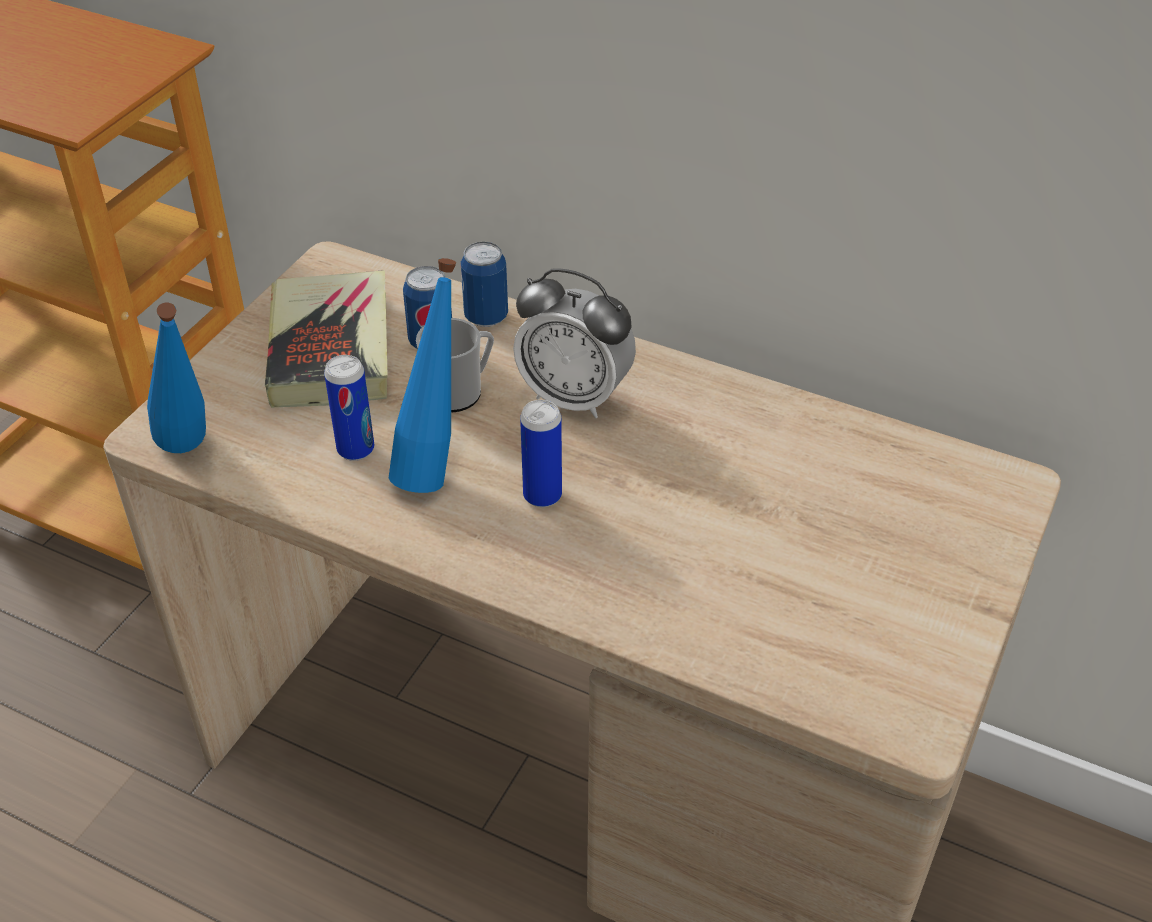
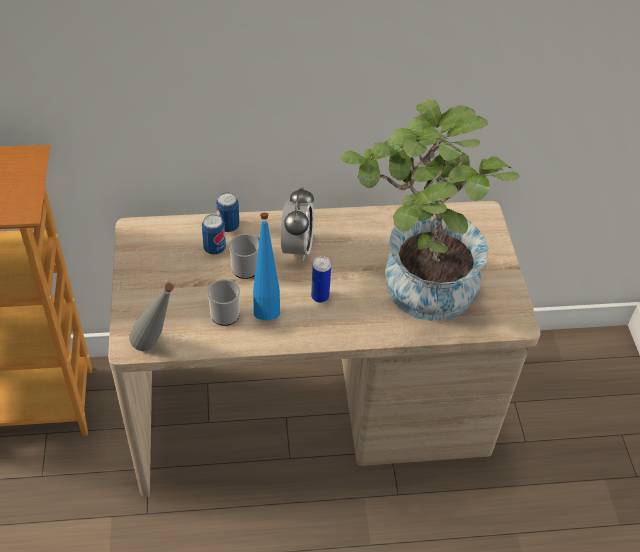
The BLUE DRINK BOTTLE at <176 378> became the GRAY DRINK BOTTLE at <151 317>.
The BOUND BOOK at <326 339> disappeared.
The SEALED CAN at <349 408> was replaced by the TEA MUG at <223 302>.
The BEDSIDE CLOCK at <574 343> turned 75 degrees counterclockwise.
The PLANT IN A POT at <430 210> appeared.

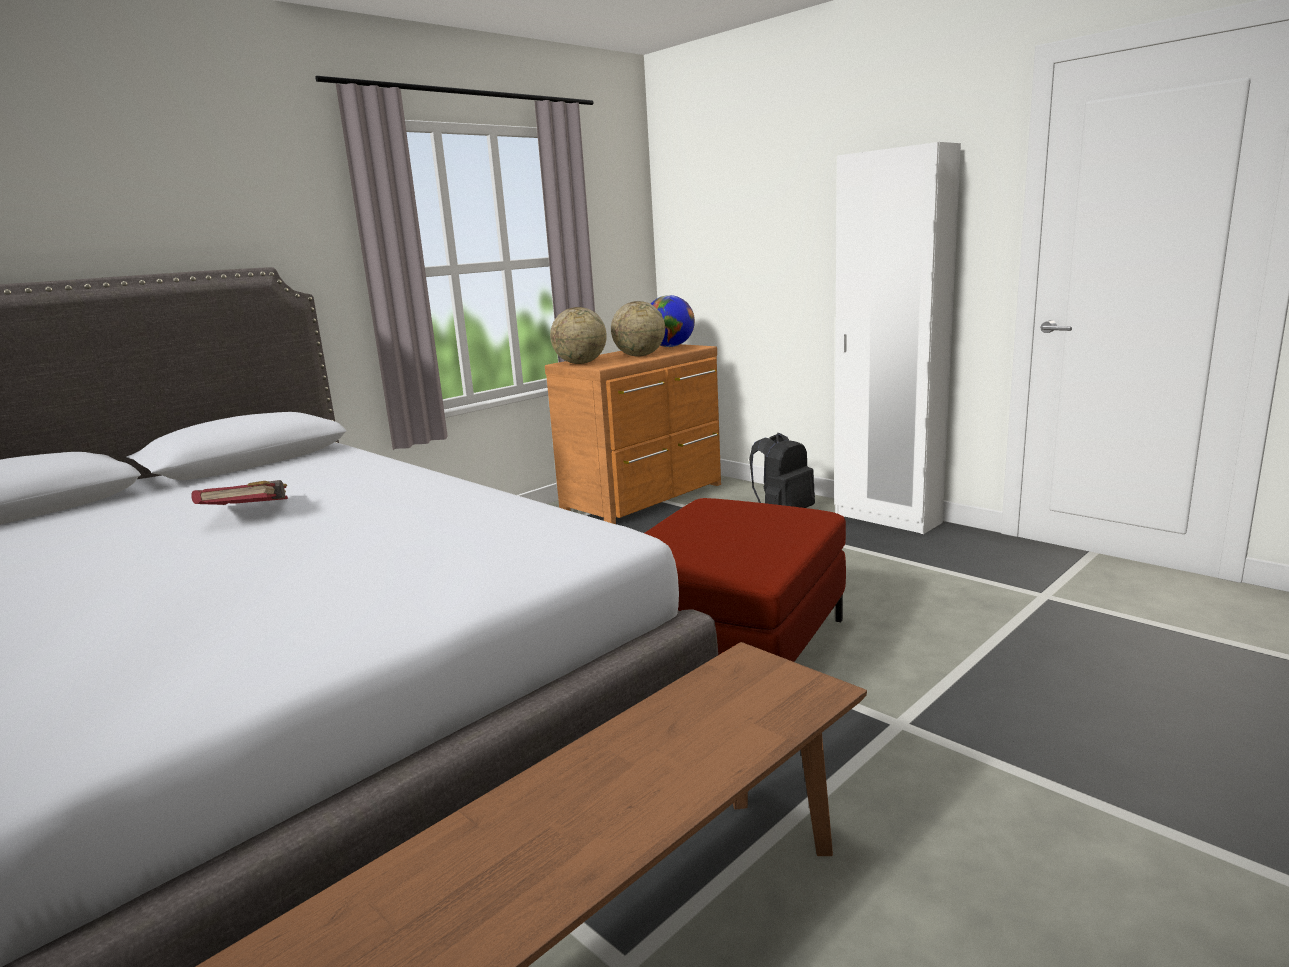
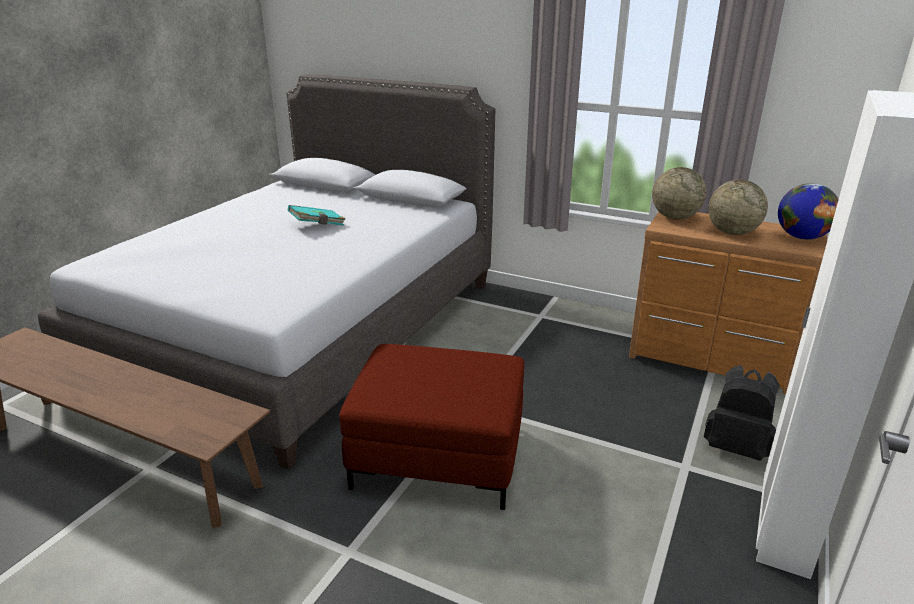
The RED-COLOURED BOUND BOOK at <239 492> became the TURQUOISE-COLOURED BOUND BOOK at <316 215>.

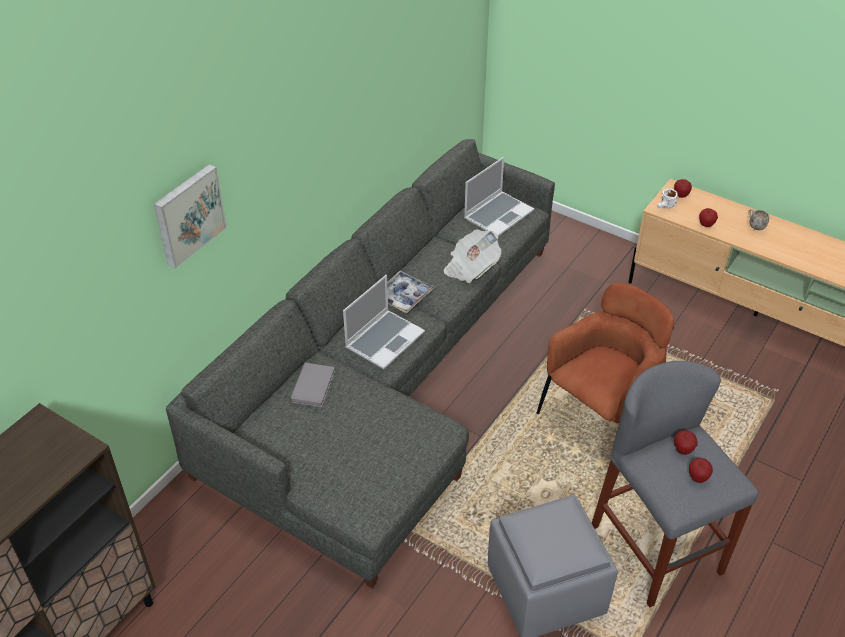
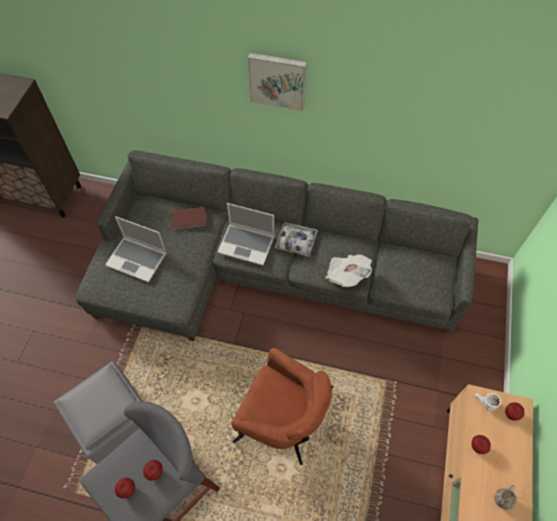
The WALL ART moved from <190 216> to <277 82>.
The GRAY BOUND BOOK at <312 385> became the BROWNISH BOUND BOOK at <189 219>.
The LAPTOP moved from <499 196> to <136 249>.

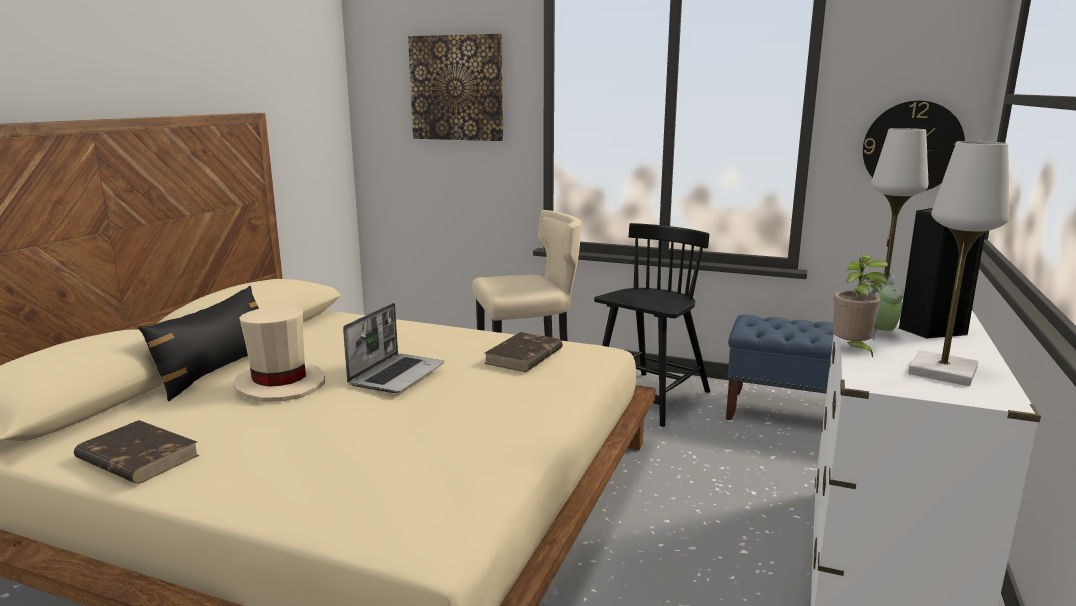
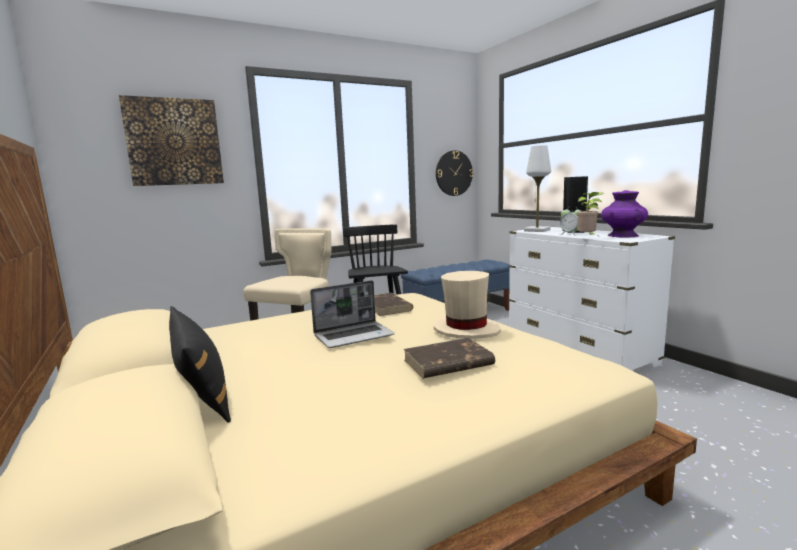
The BROWNISH BOUND BOOK moved from <137 452> to <449 358>.
The SAND-COLOURED WEARABLE HAT moved from <279 354> to <467 305>.
The LAPTOP at <394 348> turned 90 degrees clockwise.
The WHITE-COLOURED TABLE LAMP at <959 263> was replaced by the PURPLE VASE at <624 213>.

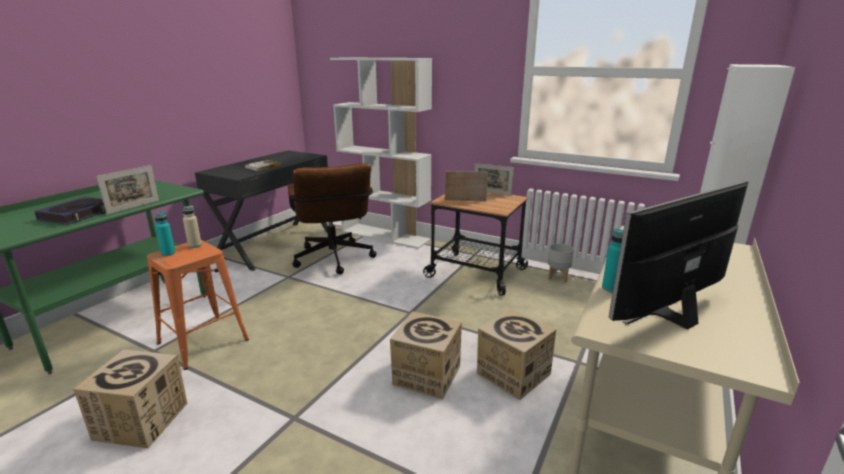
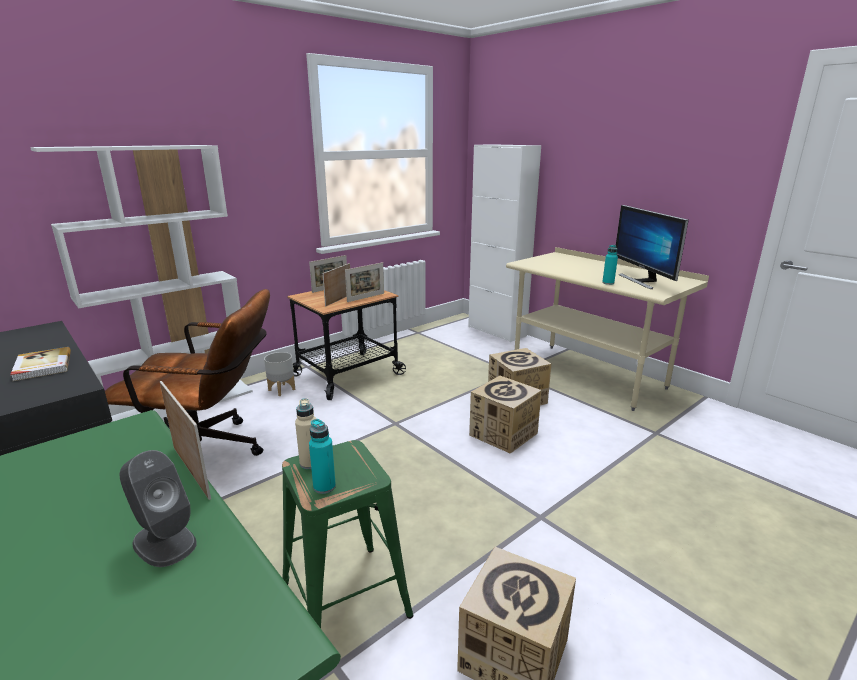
The BOUND BOOK at <70 211> was replaced by the GRAY LOUDSPEAKER at <158 508>.
The ORANGE-COLOURED STOOL at <198 305> became the GREEN-COLOURED STOOL at <347 534>.
The GRAY PLANT POT moved from <561 262> to <279 374>.
The PICTURE FRAME at <364 282> appeared.

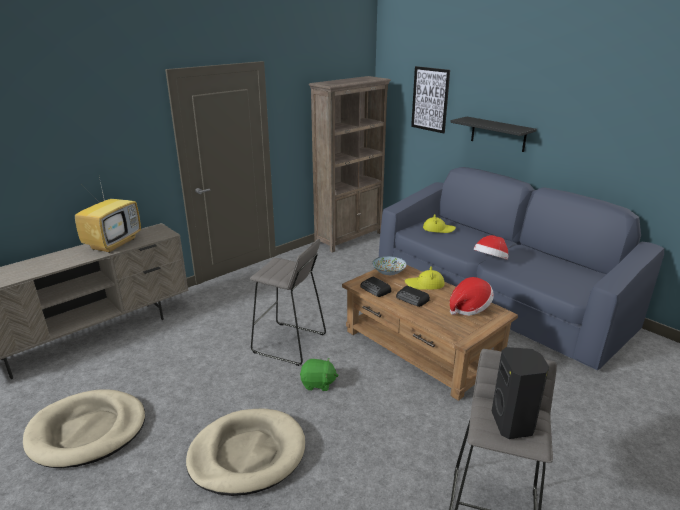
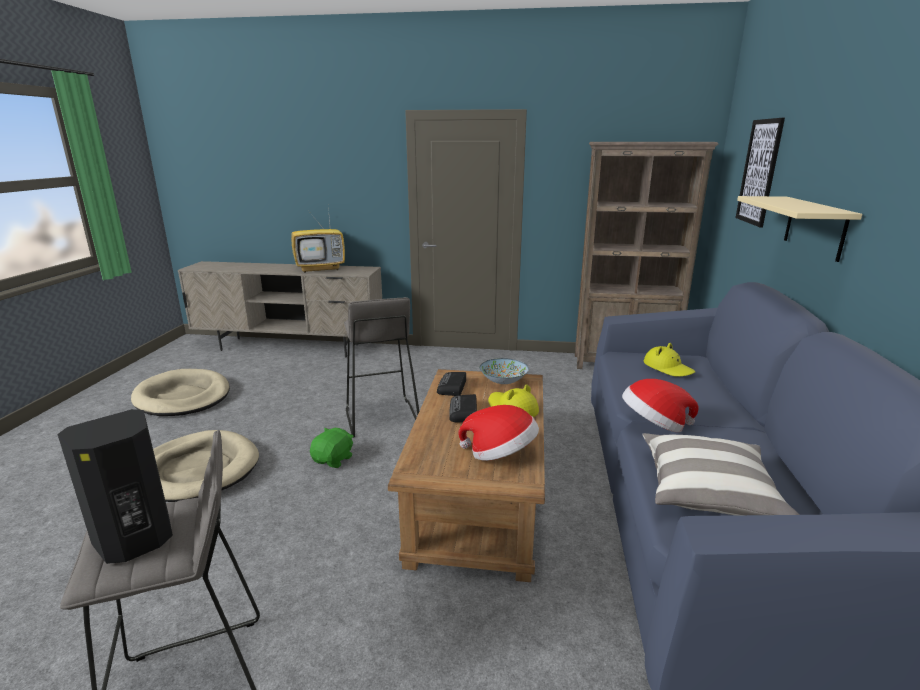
The GREEN-COLOURED CUDDLY TOY at <319 374> turned 120 degrees counterclockwise.
The BLACK-COLOURED WALL SHELF at <493 134> became the SAND-COLOURED WALL SHELF at <799 229>.
The THROW PILLOW at <721 474> appeared.

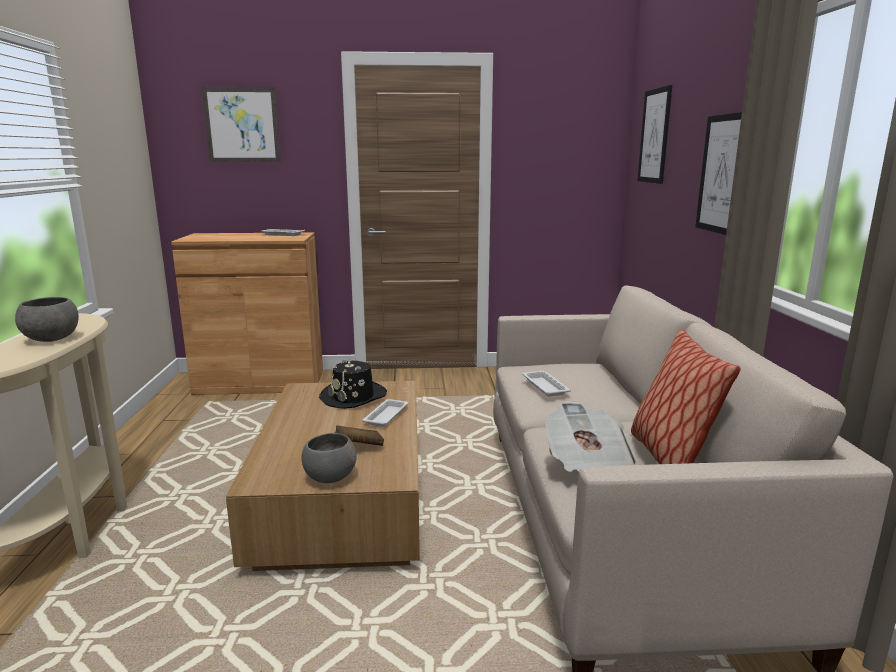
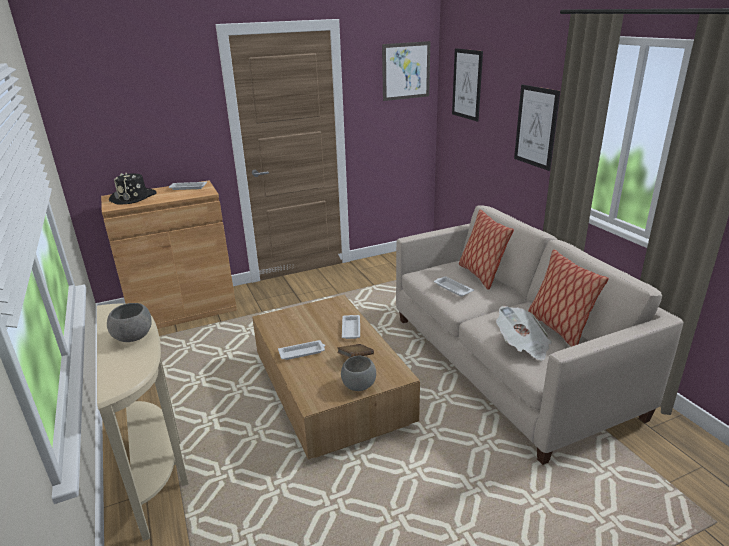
The WALL ART moved from <241 124> to <406 71>.
The BLACK-COLOURED WEARABLE HAT moved from <353 384> to <132 189>.
The WHITE-COLOURED TRAY at <301 350> appeared.
The THROW PILLOW at <486 249> appeared.

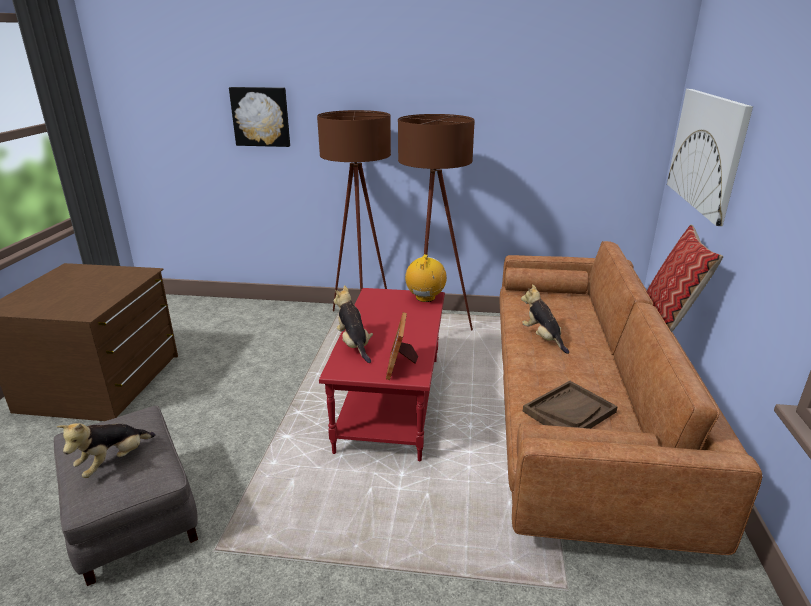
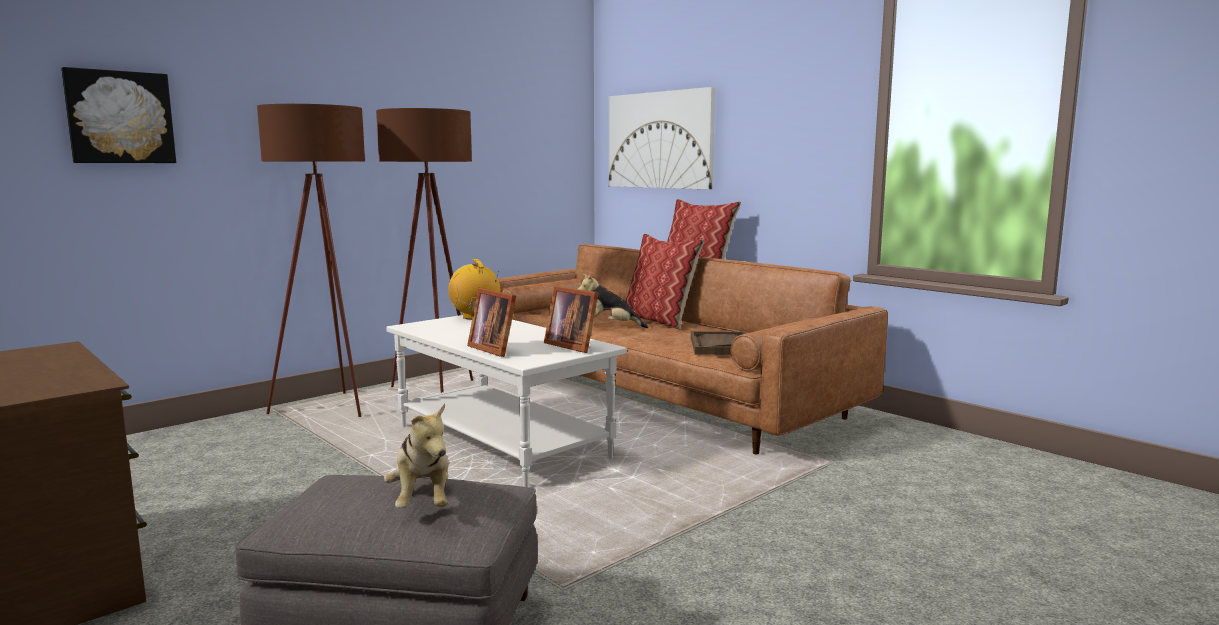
The RED-COLOURED LOUNGE TABLE at <382 374> became the WHITE-COLOURED LOUNGE TABLE at <506 401>.
The CUDDLY TOY at <353 324> was replaced by the PICTURE FRAME at <491 322>.
The THROW PILLOW at <664 281> appeared.

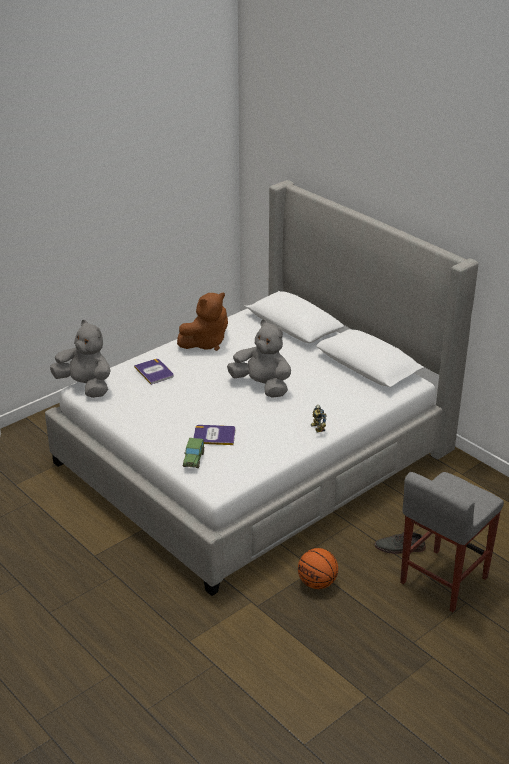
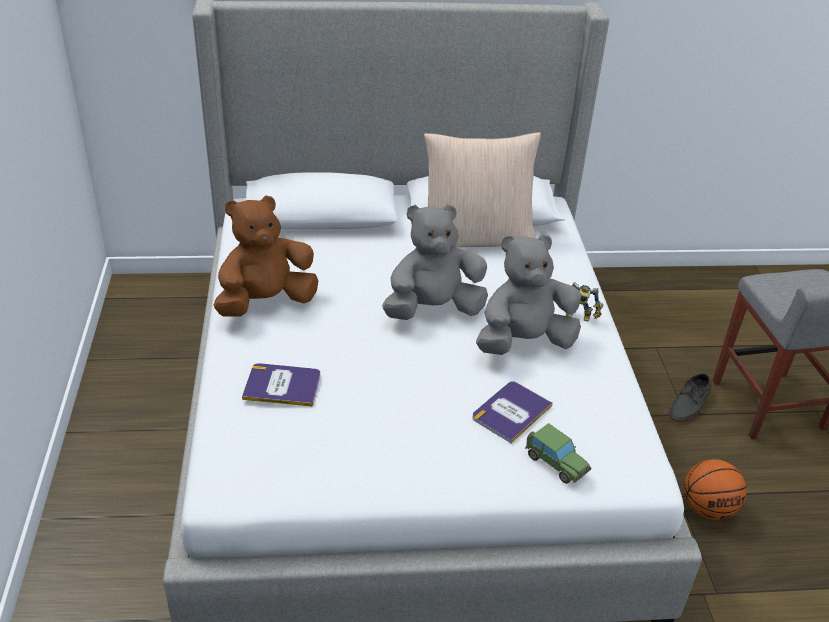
The GRAY CUDDLY TOY moved from <80 359> to <529 294>.
The BROWNISH CUDDLY TOY at <202 322> turned 120 degrees counterclockwise.
The SAND-COLOURED THROW PILLOW at <482 190> appeared.

